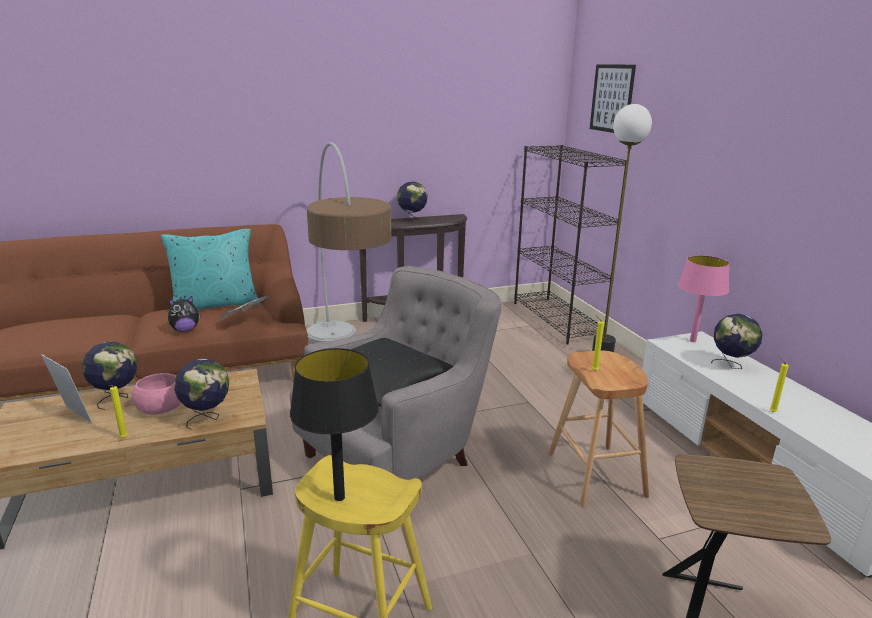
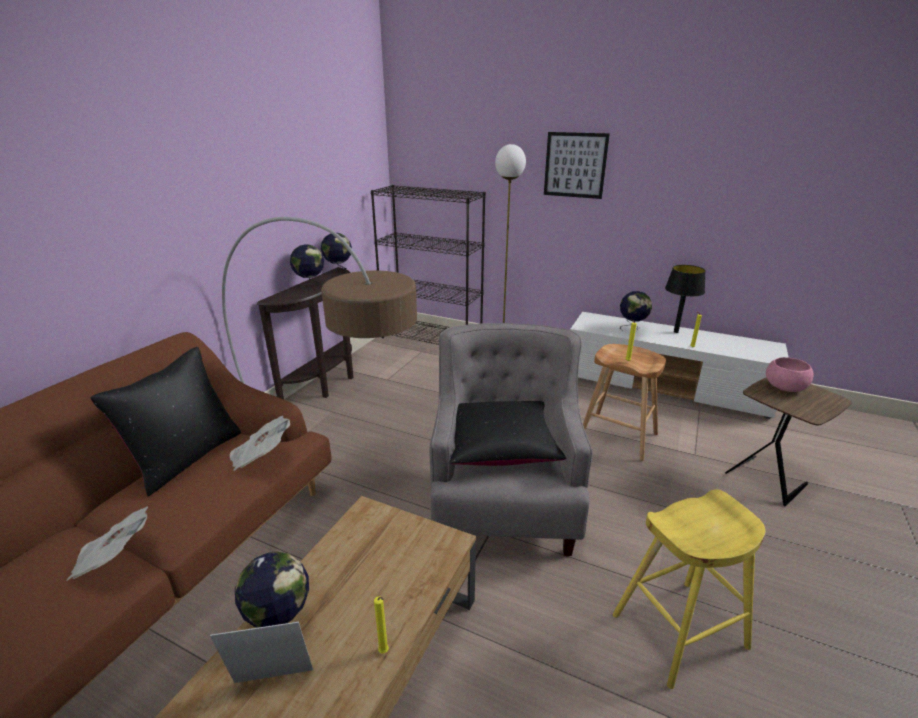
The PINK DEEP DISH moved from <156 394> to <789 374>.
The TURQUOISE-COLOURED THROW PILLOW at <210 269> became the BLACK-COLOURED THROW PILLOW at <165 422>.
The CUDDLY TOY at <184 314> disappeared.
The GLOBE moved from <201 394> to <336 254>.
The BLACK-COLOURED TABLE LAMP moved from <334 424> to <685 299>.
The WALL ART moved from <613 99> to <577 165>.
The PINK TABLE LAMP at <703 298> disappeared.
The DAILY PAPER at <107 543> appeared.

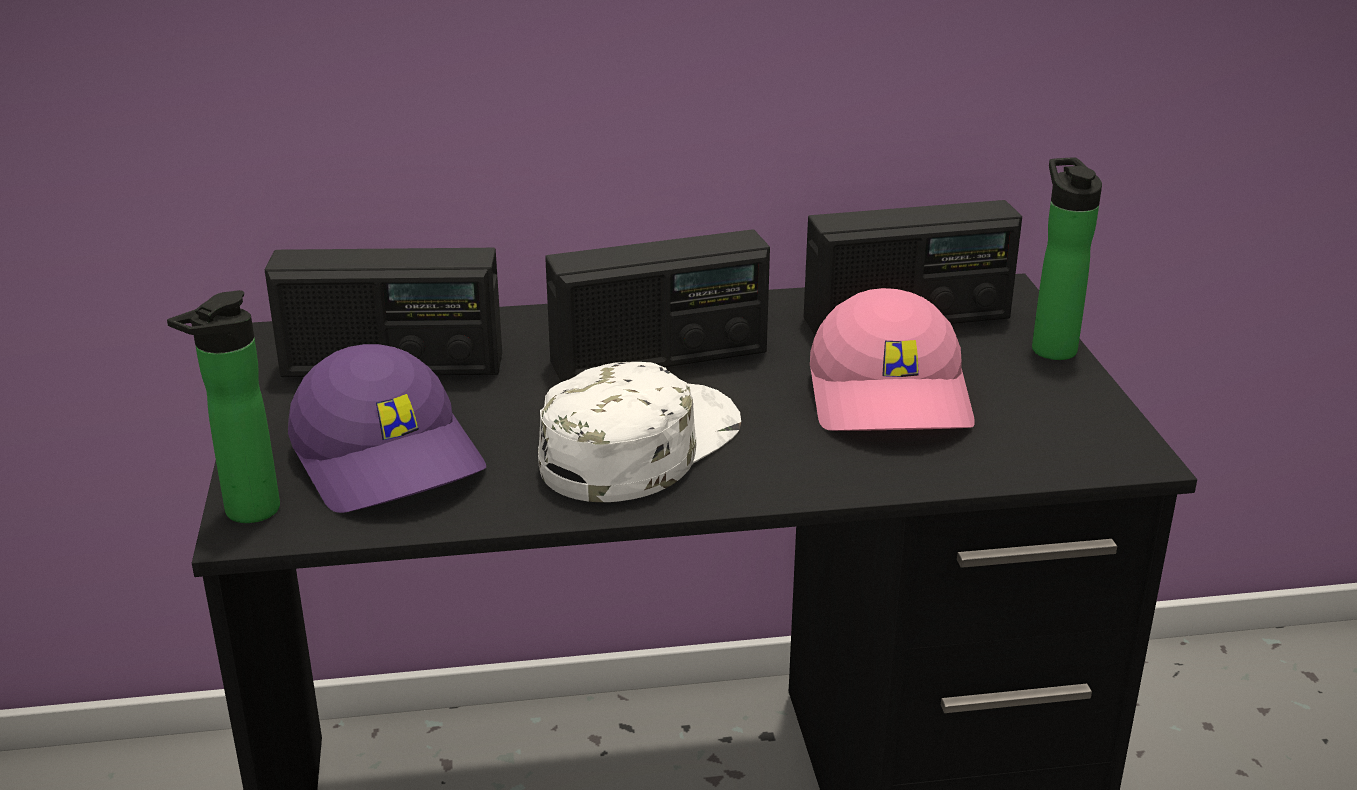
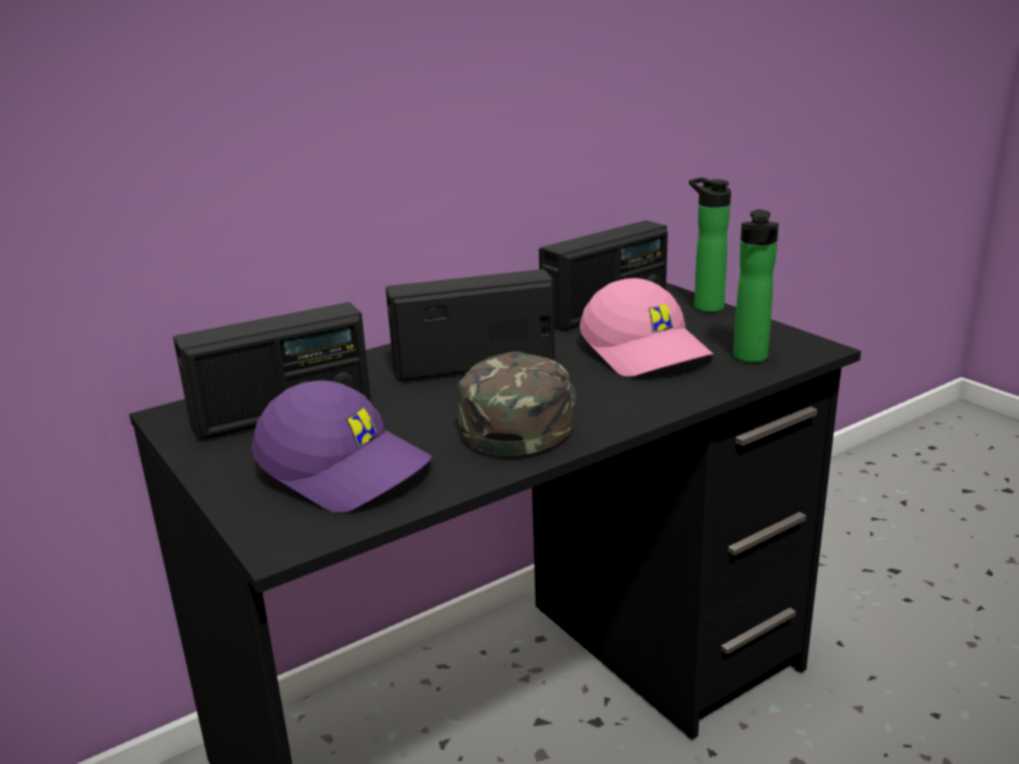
The DRINK BOTTLE moved from <223 406> to <756 286>.
The WHITE-COLOURED PEAKED CAP at <639 432> became the GREEN-COLOURED PEAKED CAP at <517 404>.
The RADIO SET at <657 305> turned 150 degrees counterclockwise.

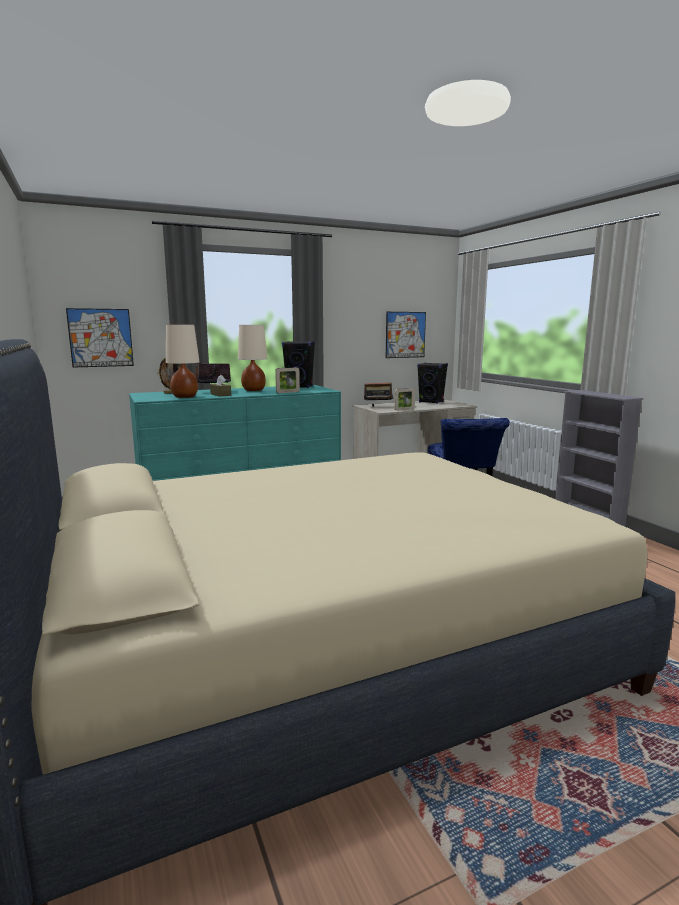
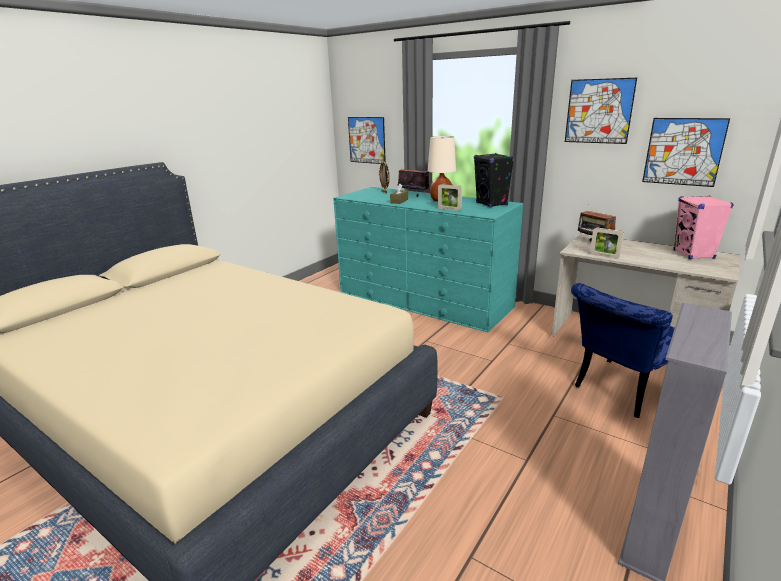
The SAND-COLOURED TABLE LAMP at <182 361> disappeared.
The BLACK-COLOURED LOUDSPEAKER at <432 383> became the PINK LOUDSPEAKER at <703 227>.
The WALL ART at <601 111> appeared.

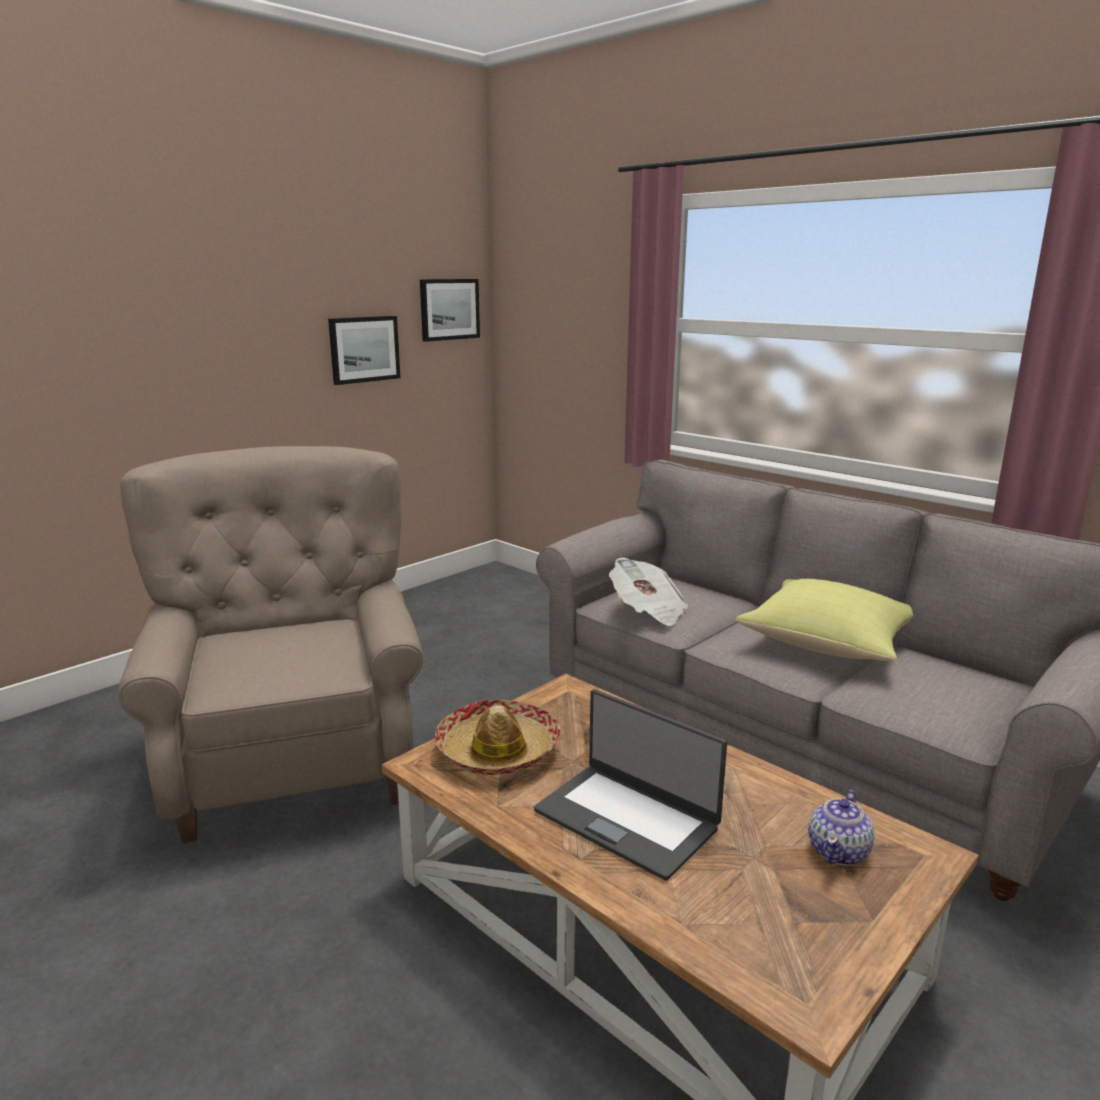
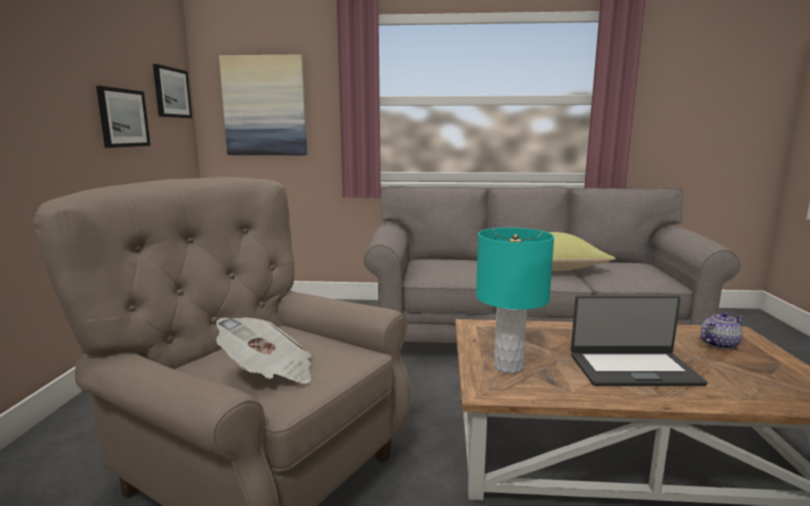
The WEARABLE HAT at <498 737> was replaced by the TURQUOISE-COLOURED TABLE LAMP at <515 300>.
The DAILY PAPER moved from <648 592> to <263 350>.
The TEA POT at <841 827> turned 105 degrees counterclockwise.
The WALL ART at <263 105> appeared.

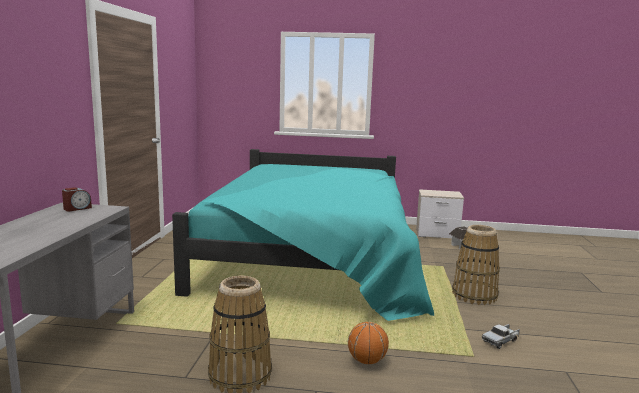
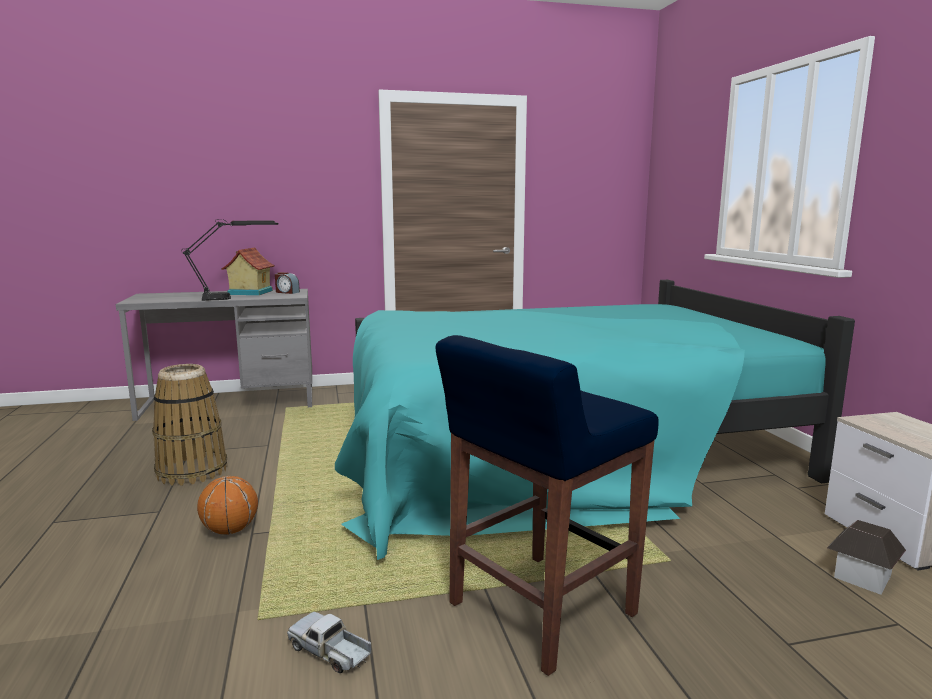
The HOUSEHOLD BASKET at <476 265> was replaced by the BLUE STOOL at <547 505>.
The BLACK-COLOURED TABLE LAMP at <230 260> appeared.
The MODEL HOUSE at <248 271> appeared.

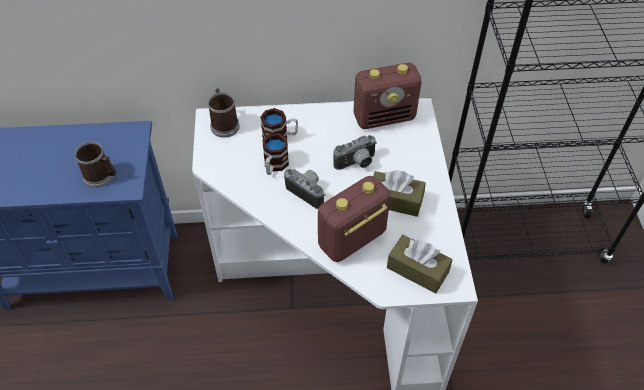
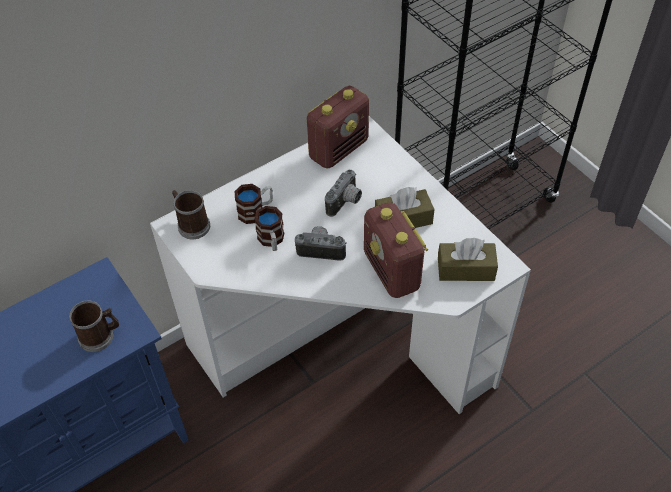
The RADIO SET at <354 219> turned 45 degrees counterclockwise.

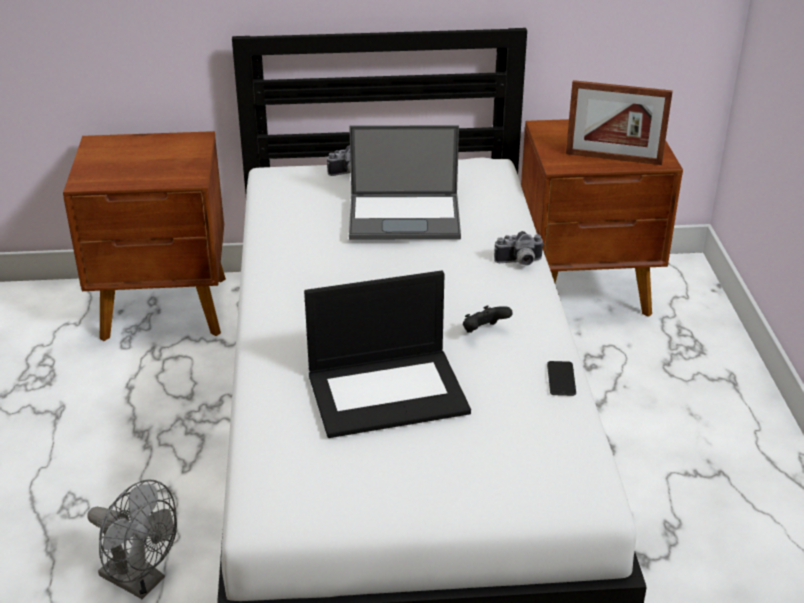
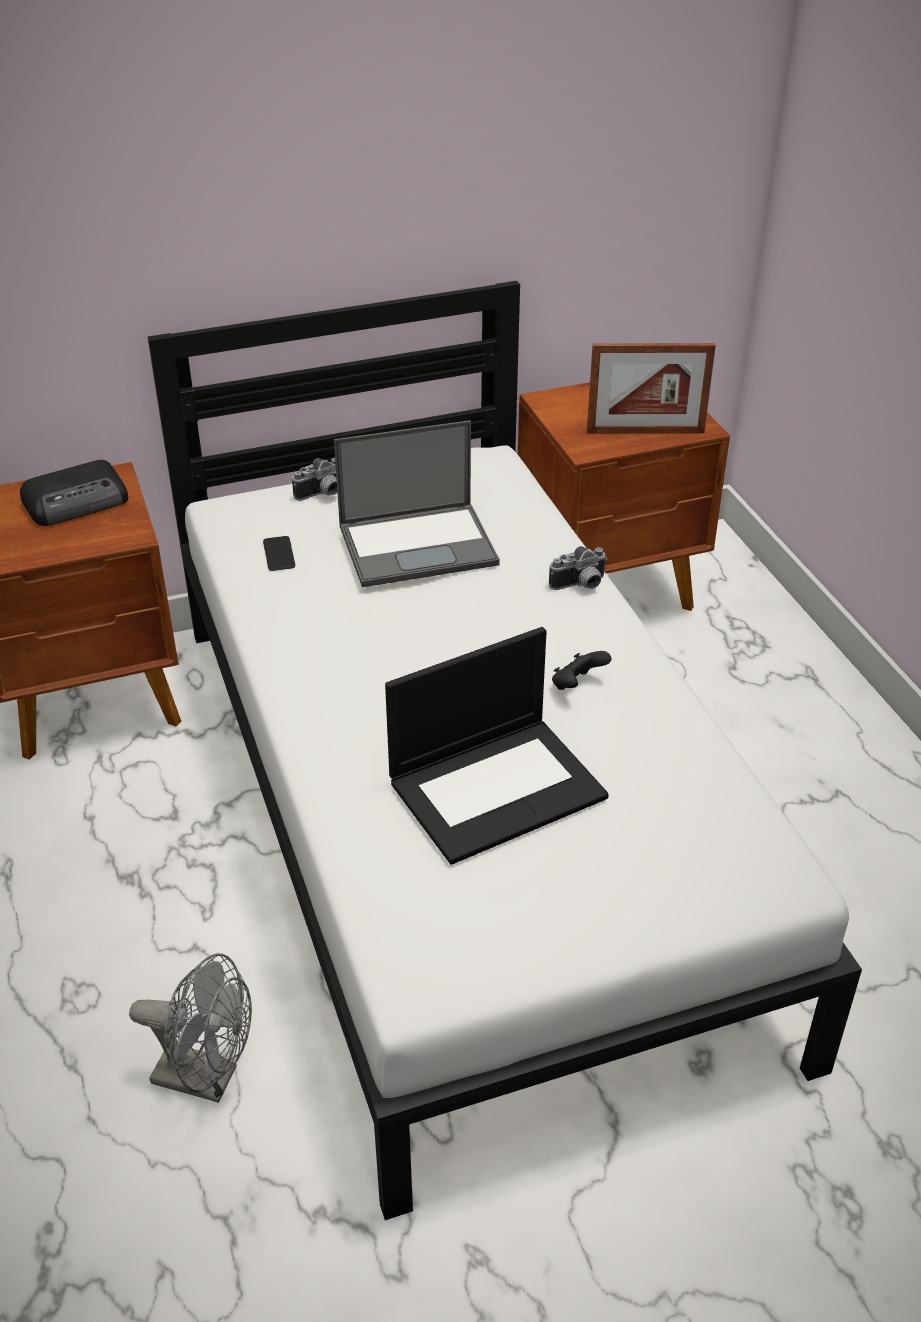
The PHONE moved from <561 378> to <279 553>.
The RADIO SET at <74 493> appeared.

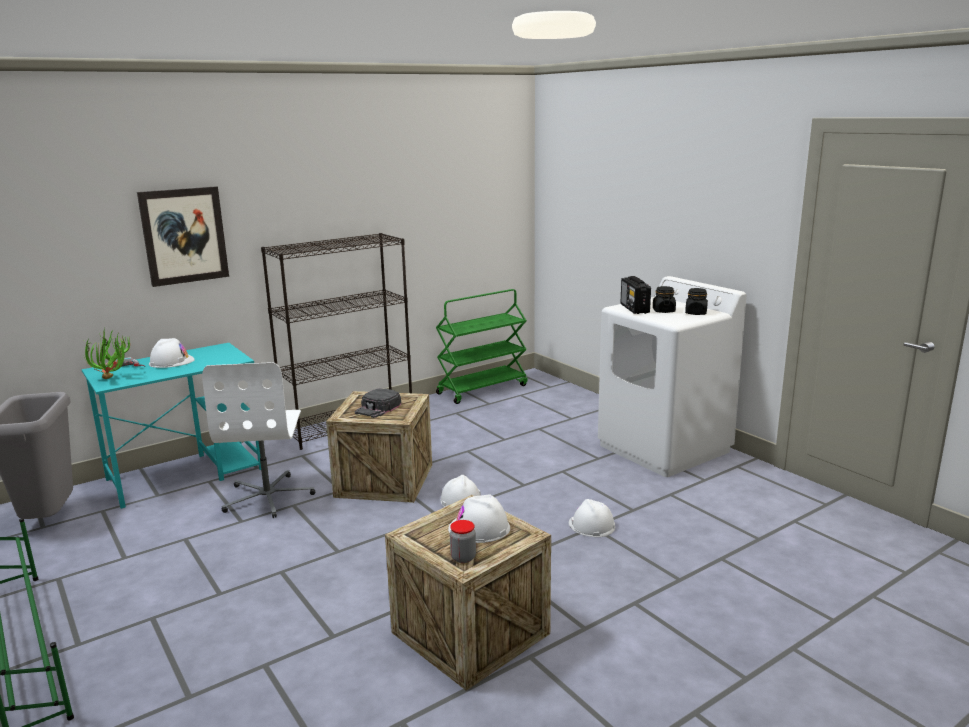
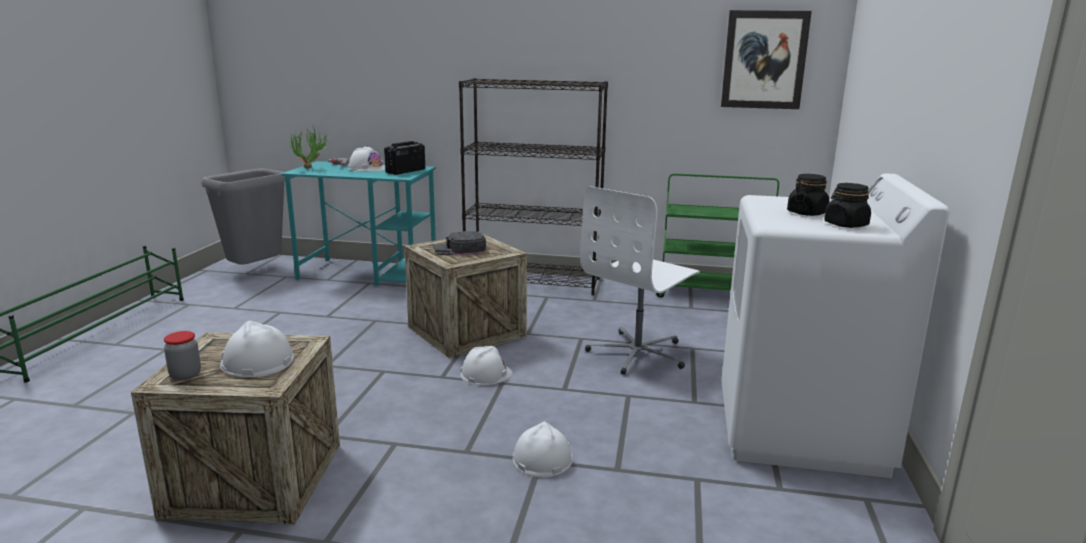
The WALL ART moved from <183 236> to <766 59>.
The WHITE-COLOURED COMPUTER CHAIR moved from <258 440> to <640 280>.
The RADIO SET moved from <636 295> to <404 158>.

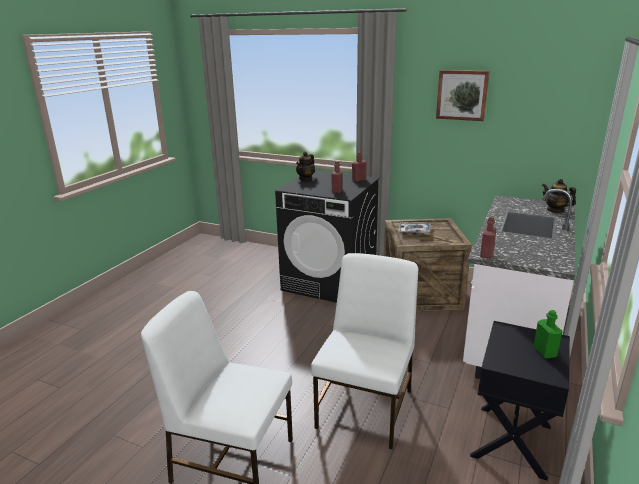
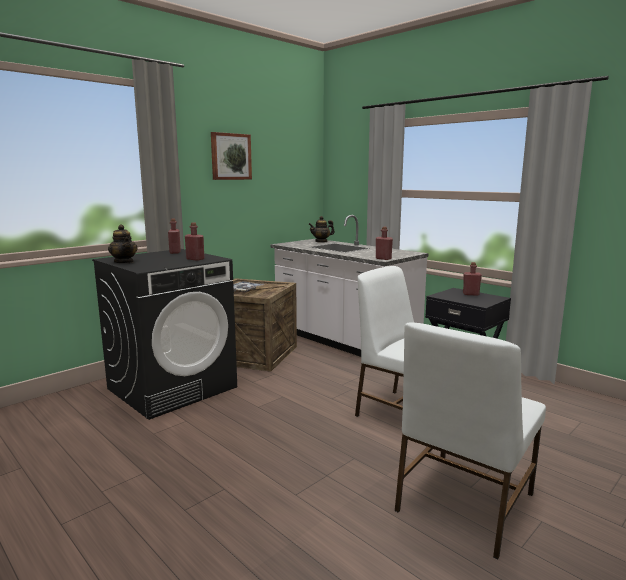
The GREEN-COLOURED DRINK BOTTLE at <548 334> became the RED-COLOURED DRINK BOTTLE at <472 279>.

